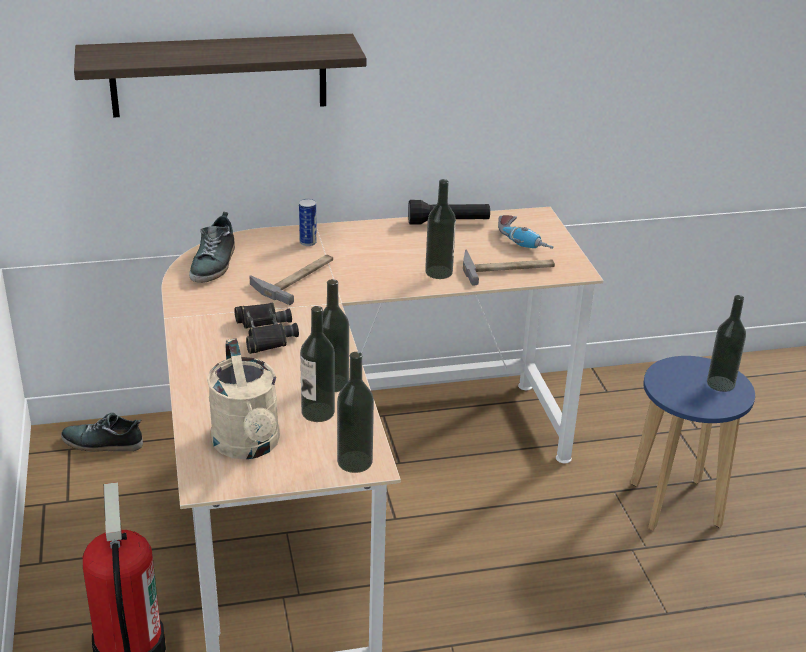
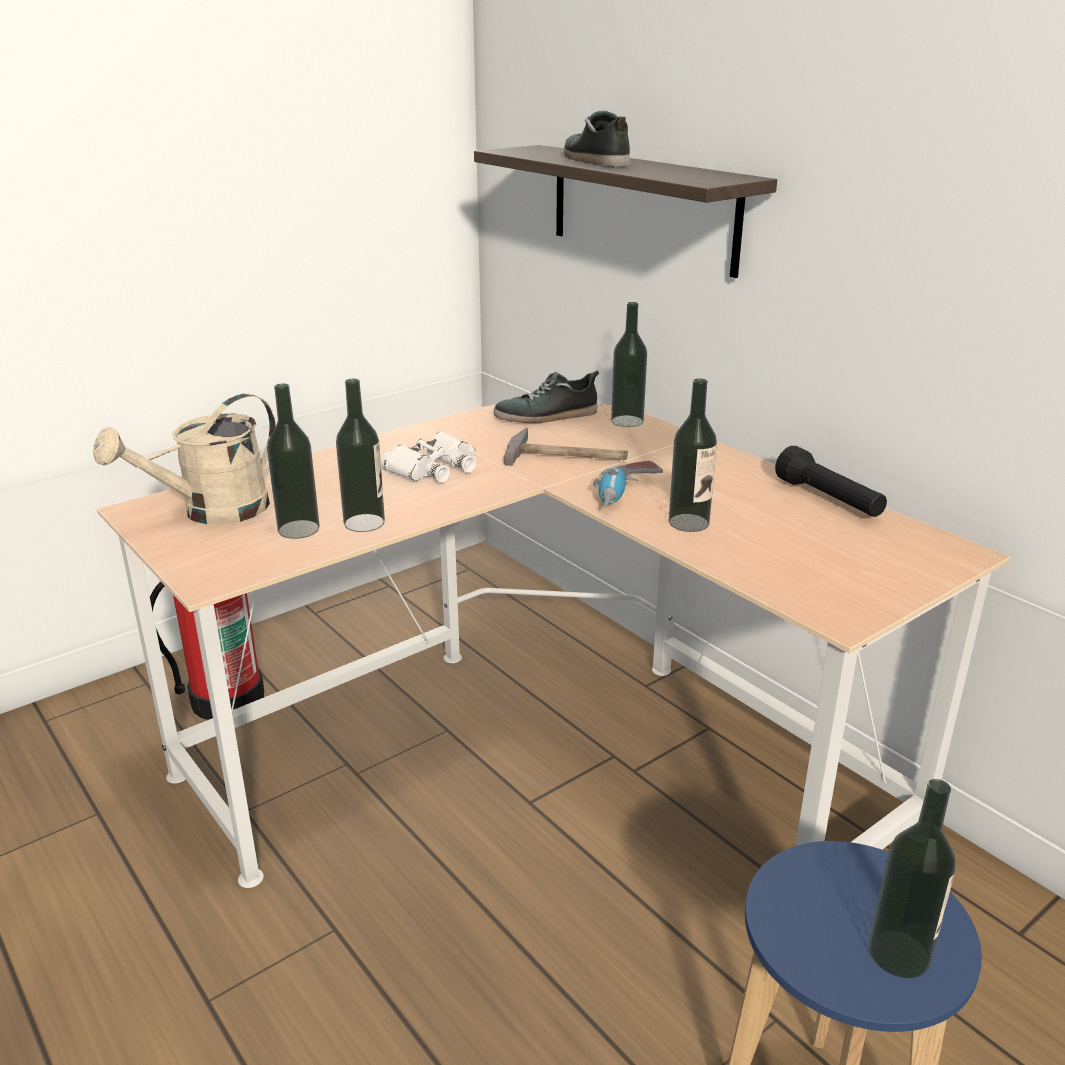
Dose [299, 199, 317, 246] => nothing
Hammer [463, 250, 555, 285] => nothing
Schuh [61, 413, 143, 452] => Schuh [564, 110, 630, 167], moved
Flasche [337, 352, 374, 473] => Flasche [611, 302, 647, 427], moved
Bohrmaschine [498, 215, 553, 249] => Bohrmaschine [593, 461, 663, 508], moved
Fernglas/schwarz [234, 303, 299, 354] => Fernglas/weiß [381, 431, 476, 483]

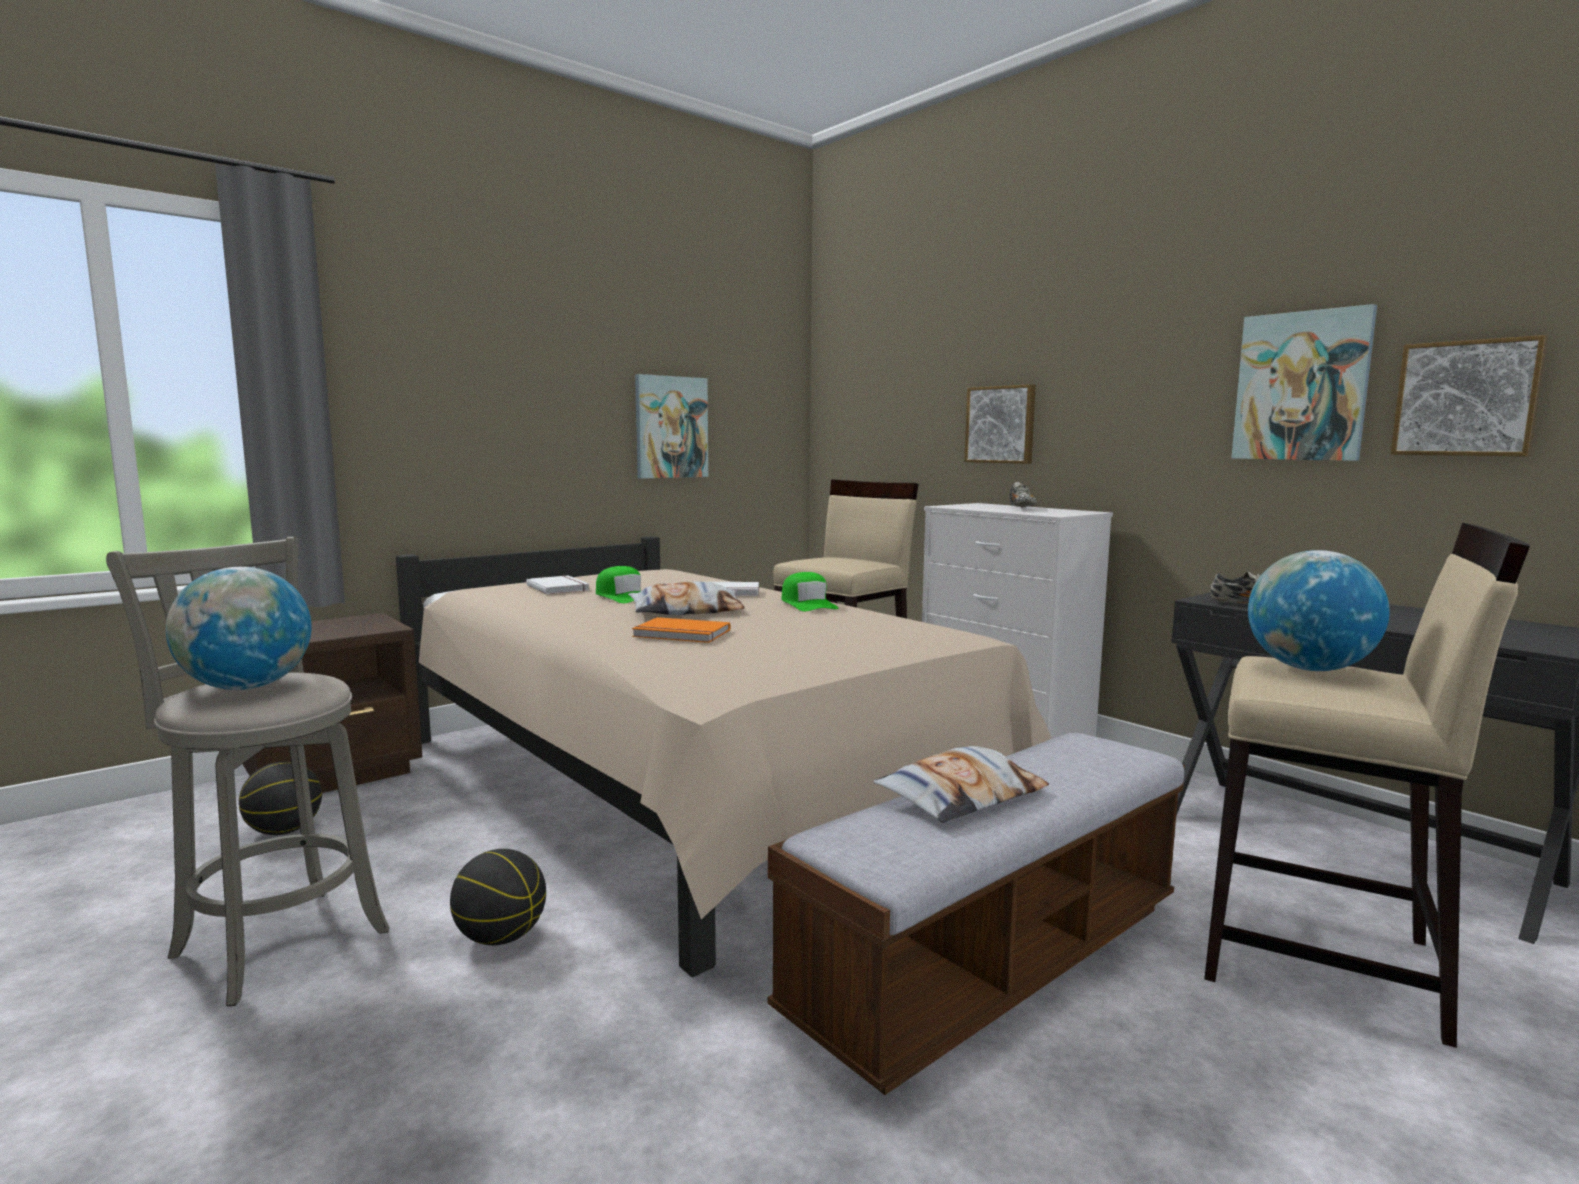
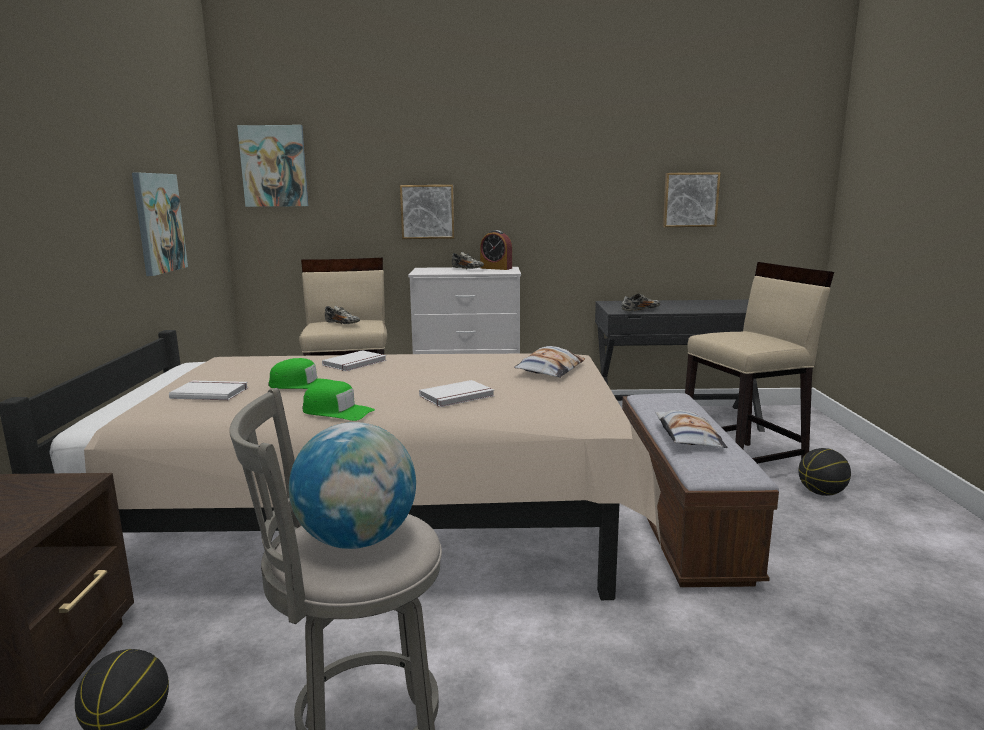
Globus [1248, 550, 1390, 671] => nothing
nothing => Schuh [325, 306, 360, 324]
nothing => Wecker [480, 230, 512, 270]
Basketball [450, 849, 546, 945] => Basketball [798, 448, 851, 496], moved
Kissen [628, 582, 745, 615] => Kissen [514, 346, 585, 378], moved
Kappe/grün [782, 572, 838, 611] => Kappe/grün [302, 381, 375, 421], moved
Bild [1231, 304, 1377, 461] => Bild [237, 125, 309, 207], moved
Buch/orange [632, 617, 730, 643] => Buch/weiß [419, 380, 495, 407]

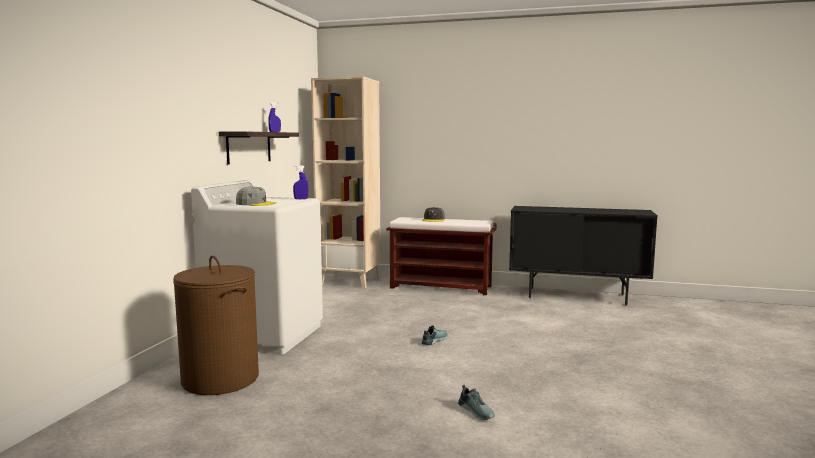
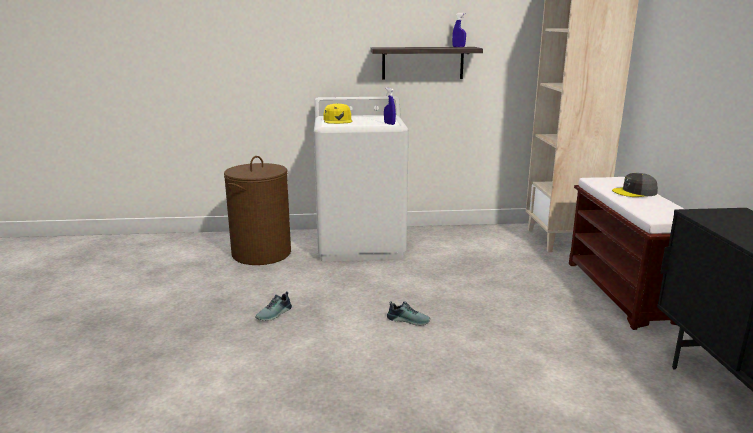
Schuh [458, 385, 495, 420] => Schuh [255, 291, 292, 321], moved
Kappe/grau [236, 186, 276, 206] => Kappe/gelb [323, 103, 353, 124]

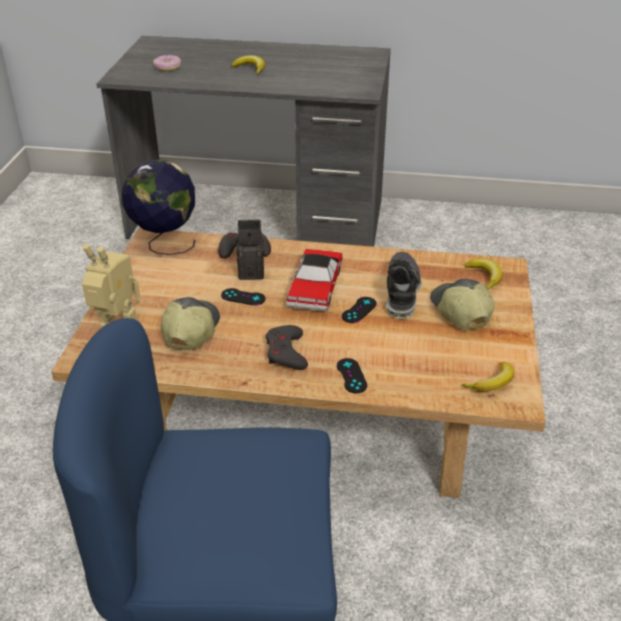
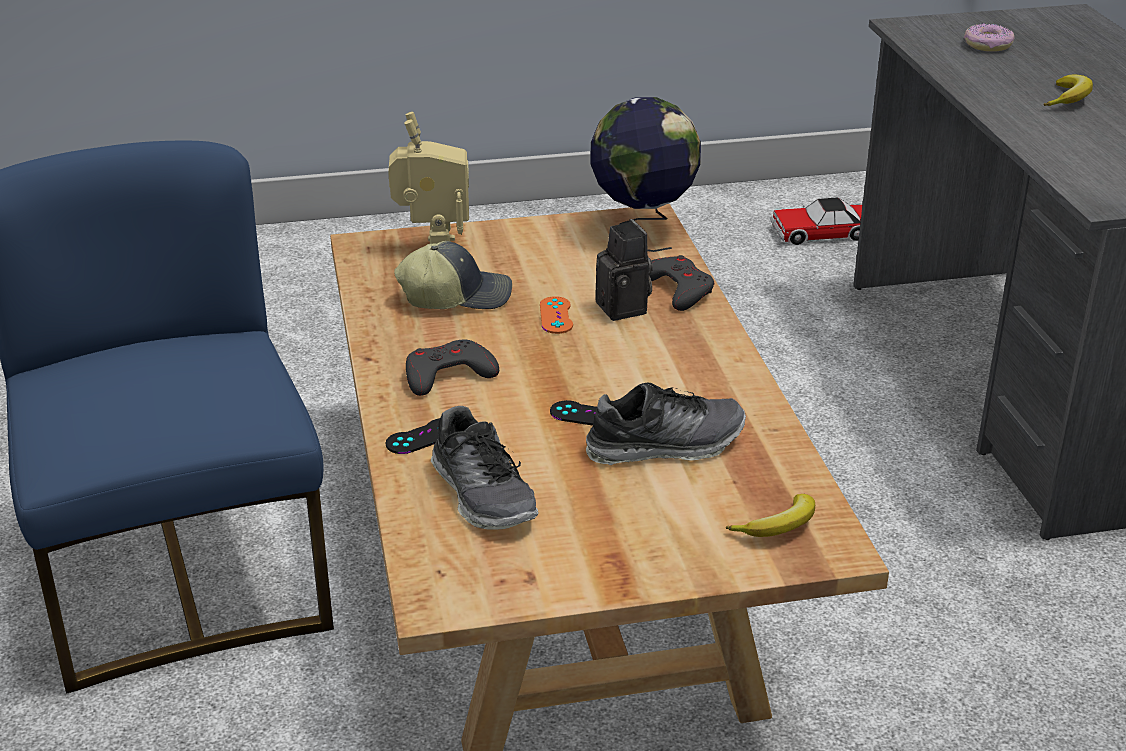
Kappe [430, 279, 494, 330] => nothing
Banane [462, 363, 514, 391] => nothing
nothing => Schuh [431, 406, 539, 530]
Spielzeugauto [286, 249, 343, 311] => Spielzeugauto [770, 197, 862, 245], moved
Gamepad/schwarz [221, 288, 265, 306] => Gamepad/orange [540, 296, 573, 334]

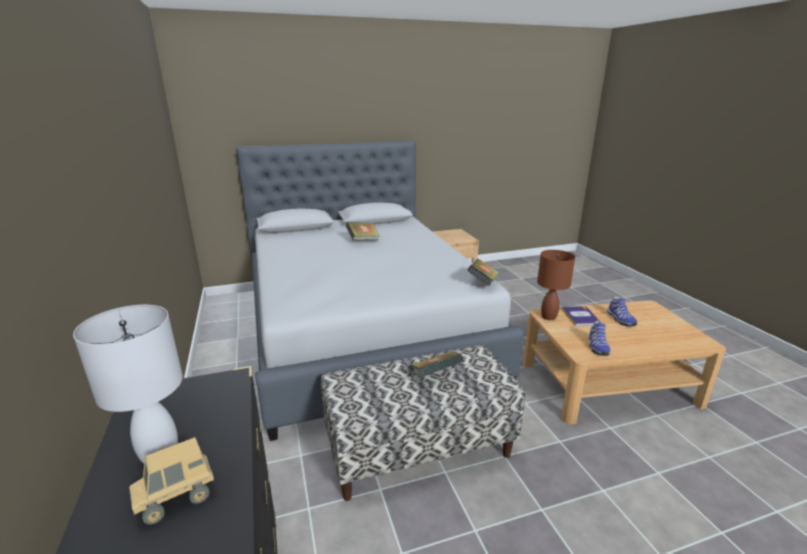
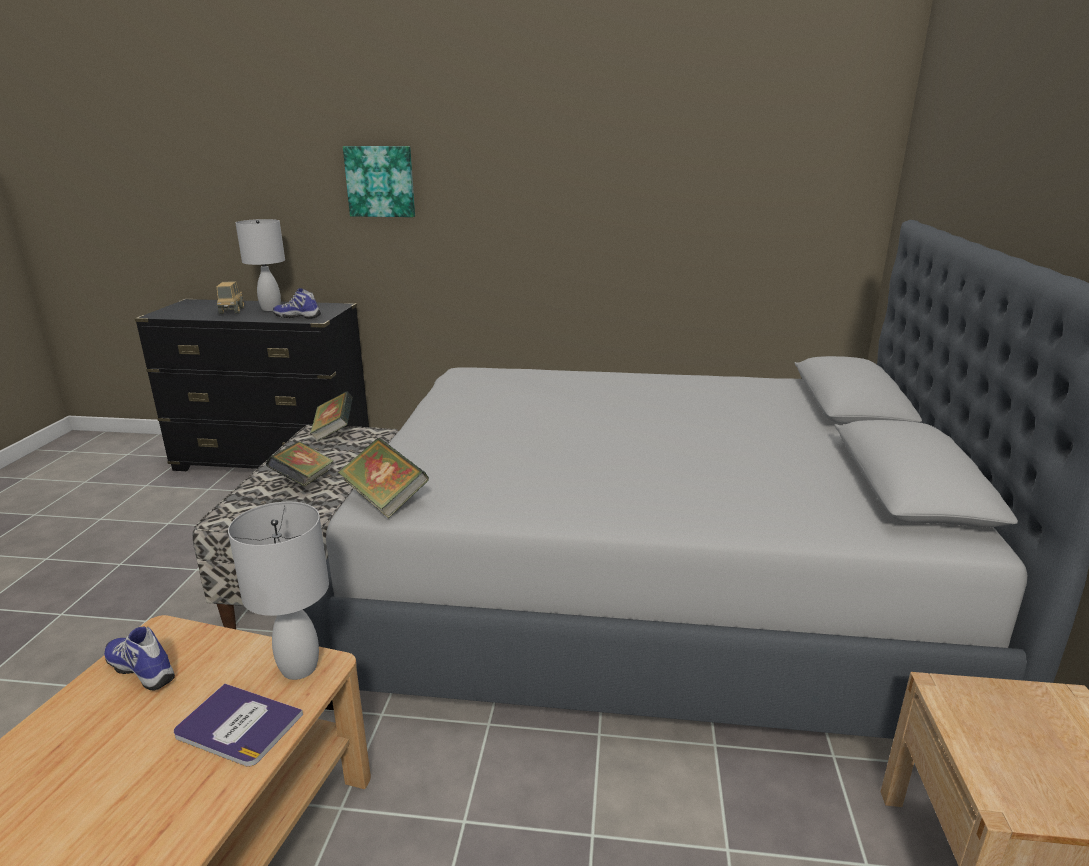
nothing => Bild [343, 146, 415, 217]
Buch [346, 222, 380, 240] => Buch [310, 392, 353, 442], moved
Schuh [607, 296, 637, 326] => Schuh [273, 288, 321, 319], moved
Tischlampe/braun [537, 250, 575, 320] => Tischlampe/weiß [228, 502, 329, 680]

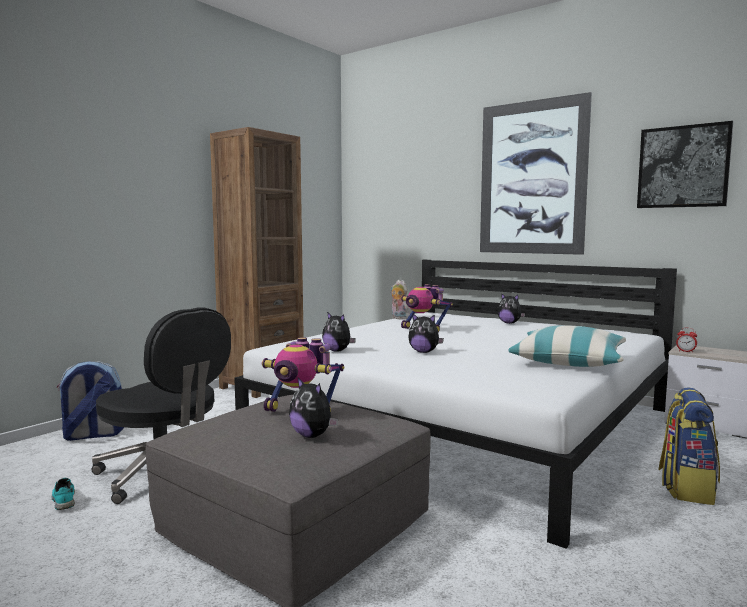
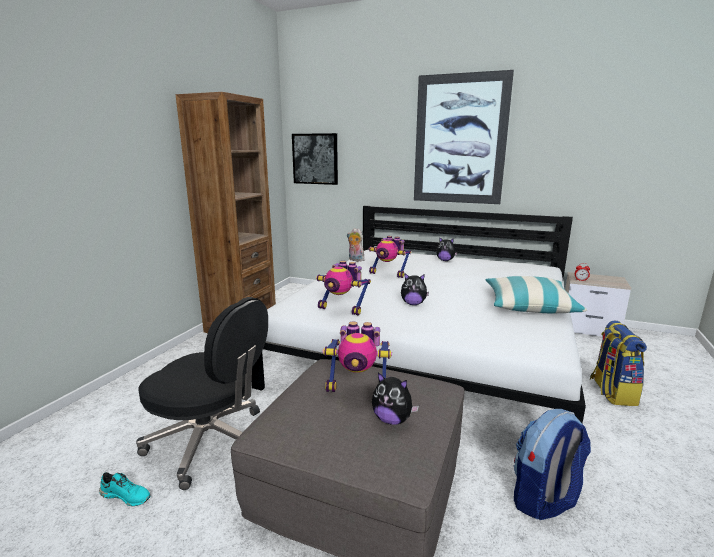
Rucksack [57, 361, 124, 441] => Rucksack [514, 409, 591, 520], moved
Bild [637, 121, 733, 208] => Bild [292, 133, 338, 185], moved
Plüschtier [322, 312, 356, 351] => Spielzeugroboter [316, 261, 371, 316]
Schuh/türkis [51, 478, 75, 510] => Schuh/türkis [99, 472, 151, 506], 150 degrees clockwise

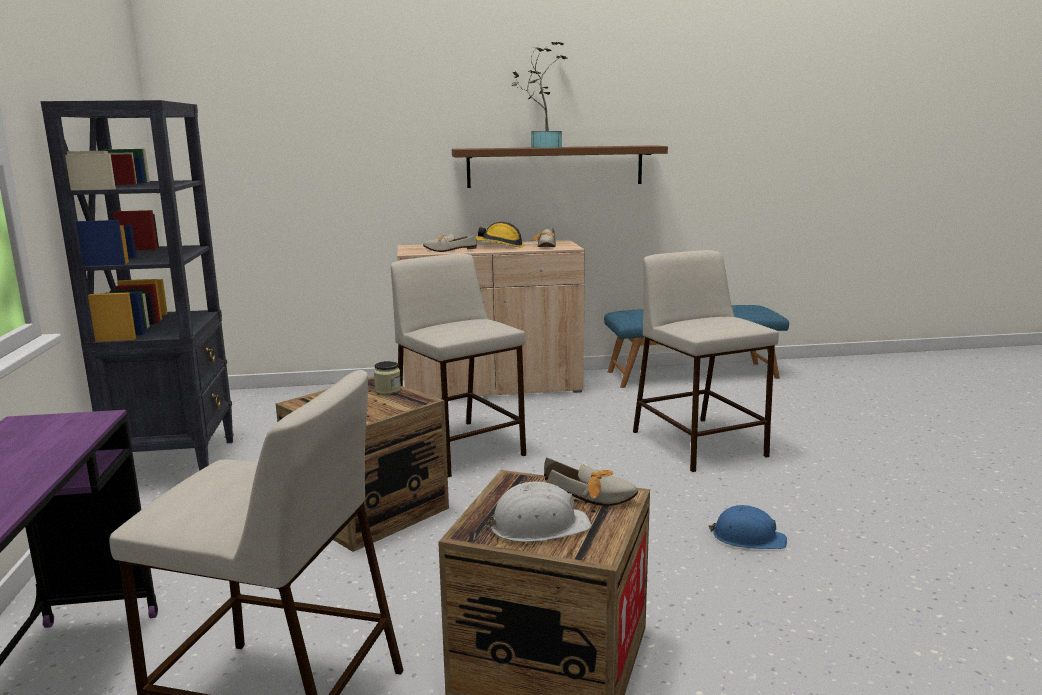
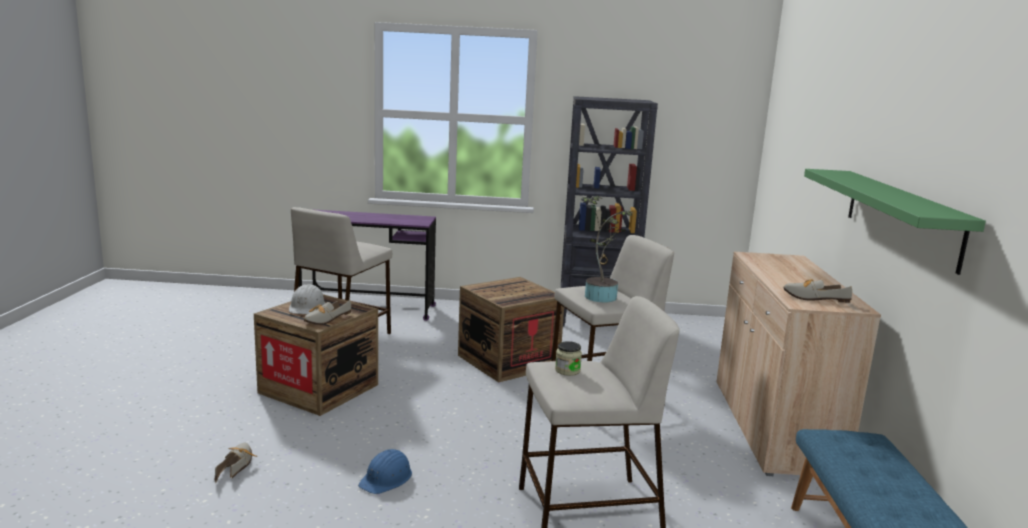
Schutzhelm [476, 222, 524, 247] => nothing
Vorratsglas [374, 361, 401, 394] => Vorratsglas [555, 341, 582, 376], moved
Schuh [423, 233, 477, 252] => Schuh [215, 443, 257, 484], moved
Topfpflanze [511, 42, 567, 148] => Topfpflanze [581, 196, 633, 302], moved
Wandregal/braun [452, 145, 668, 188] => Wandregal/grün [804, 169, 986, 275]

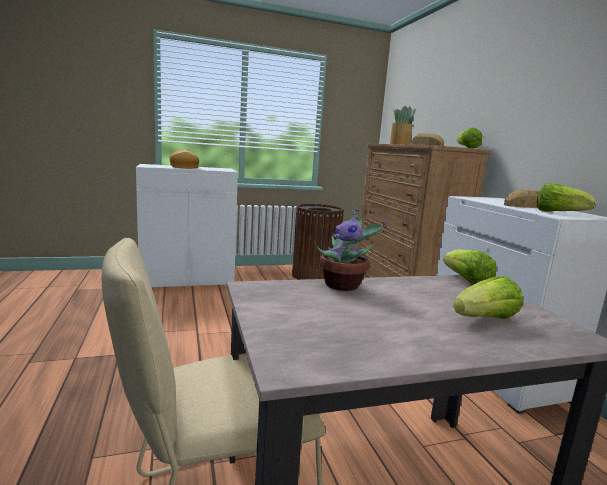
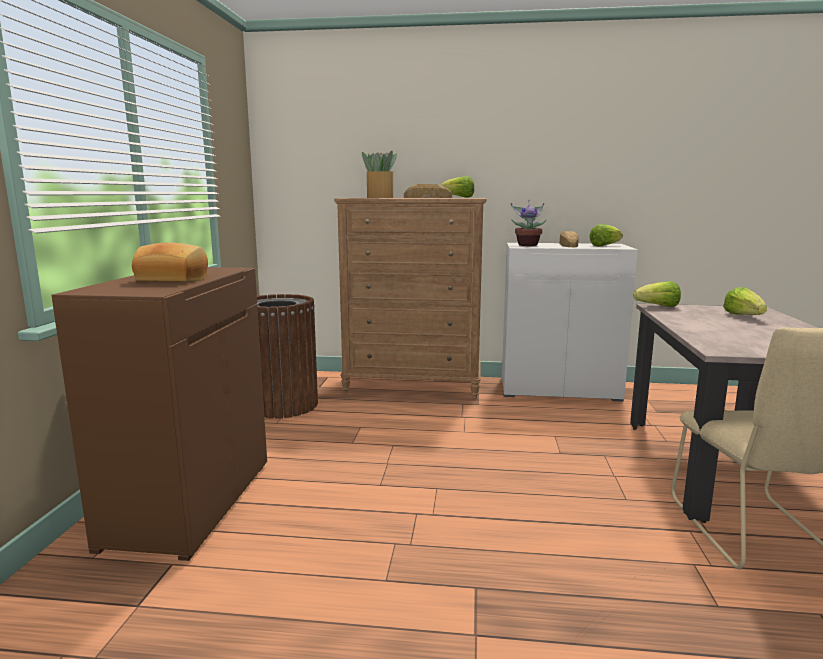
Topfpflanze [316, 209, 386, 291] => Topfpflanze [511, 203, 546, 246], moved
Schrank/weiß [136, 164, 238, 287] => Schrank/braun [51, 267, 267, 561]

